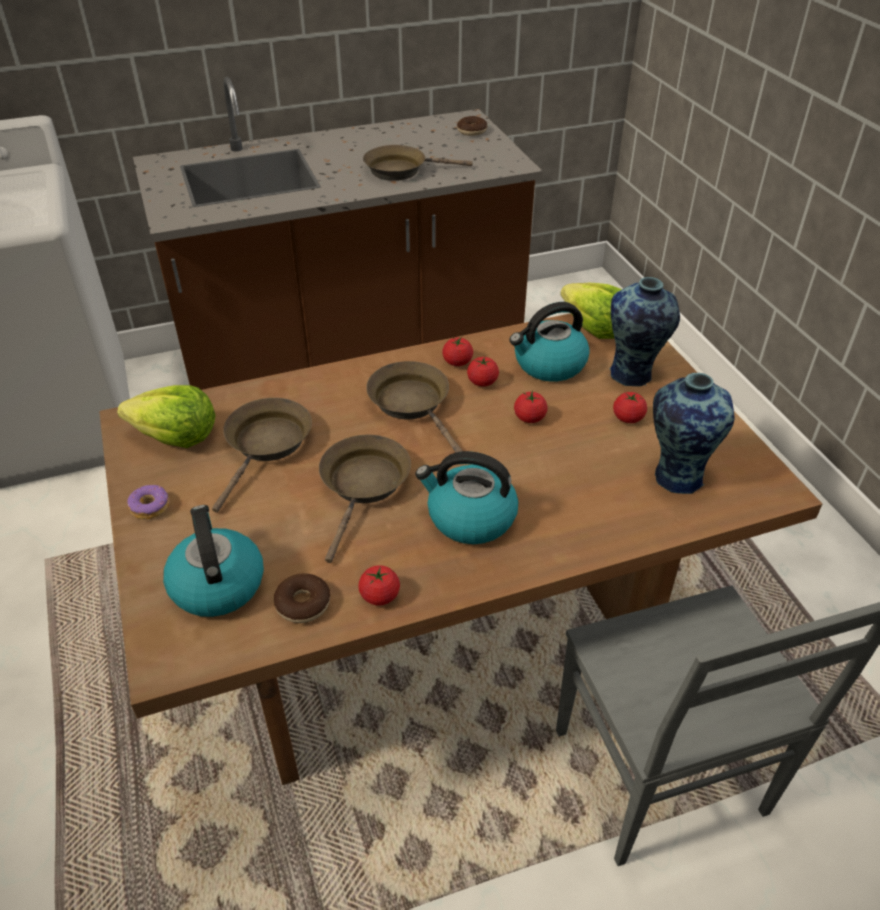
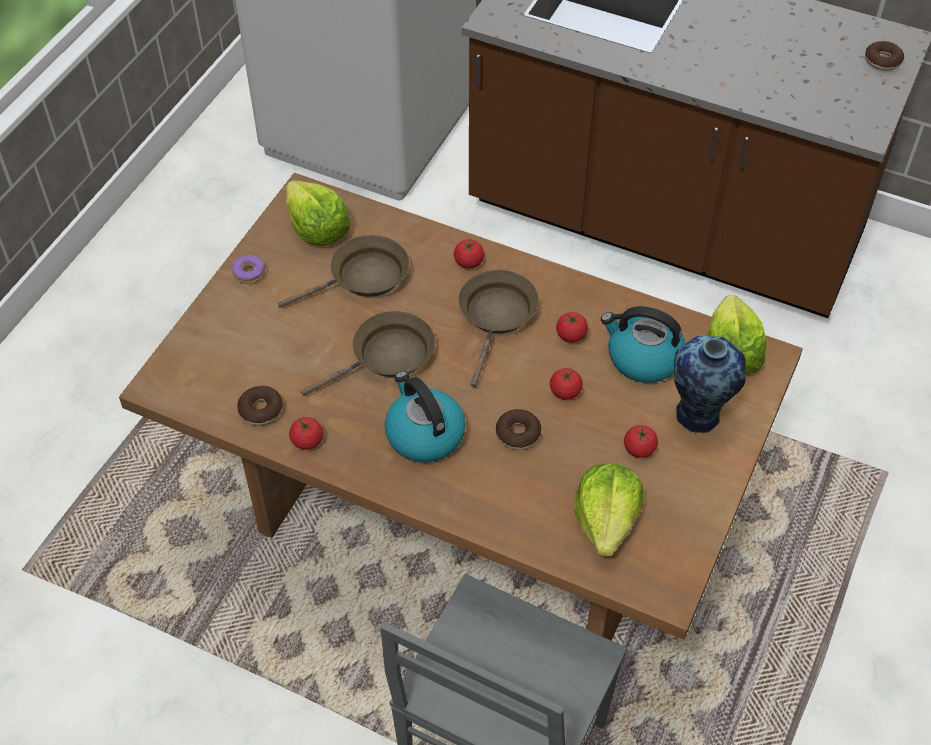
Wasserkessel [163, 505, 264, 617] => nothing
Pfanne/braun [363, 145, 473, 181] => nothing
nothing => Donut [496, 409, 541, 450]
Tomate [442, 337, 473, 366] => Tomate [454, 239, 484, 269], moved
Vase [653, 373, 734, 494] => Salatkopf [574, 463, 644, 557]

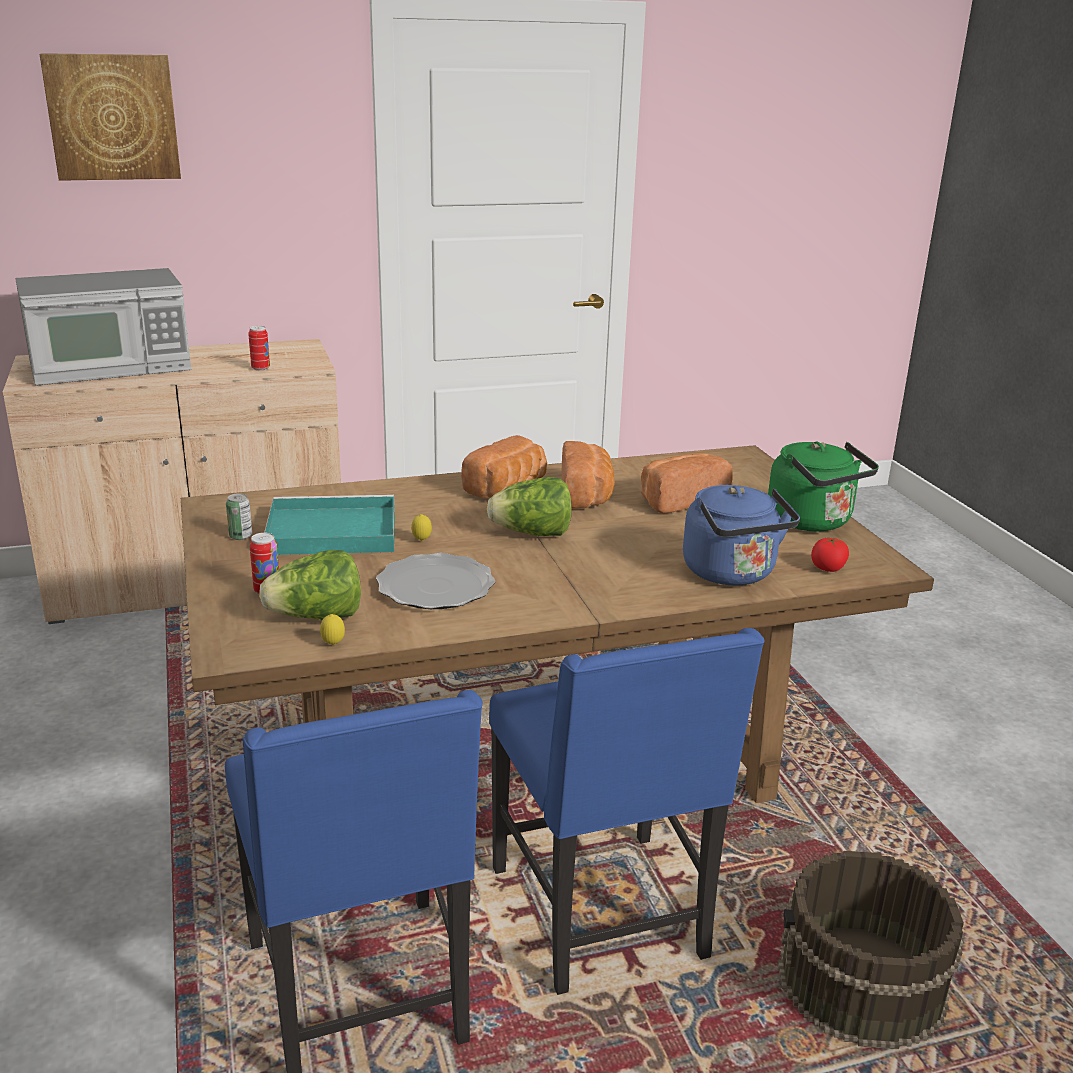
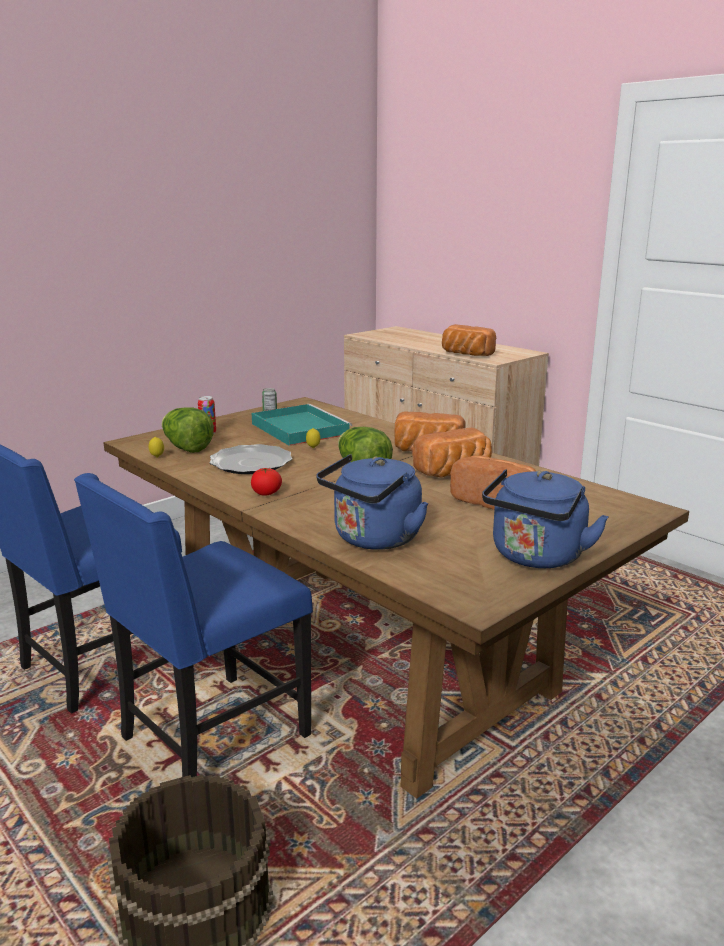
Mikrowelle [15, 268, 191, 386] => nothing
Bild [40, 53, 181, 181] => nothing
Tomate [811, 537, 849, 572] => Tomate [251, 468, 282, 496], moved
Dose [248, 326, 270, 371] => Brot [442, 324, 496, 356]
Wasserkessel/grün [768, 442, 879, 532] => Wasserkessel/blau [482, 469, 609, 568]

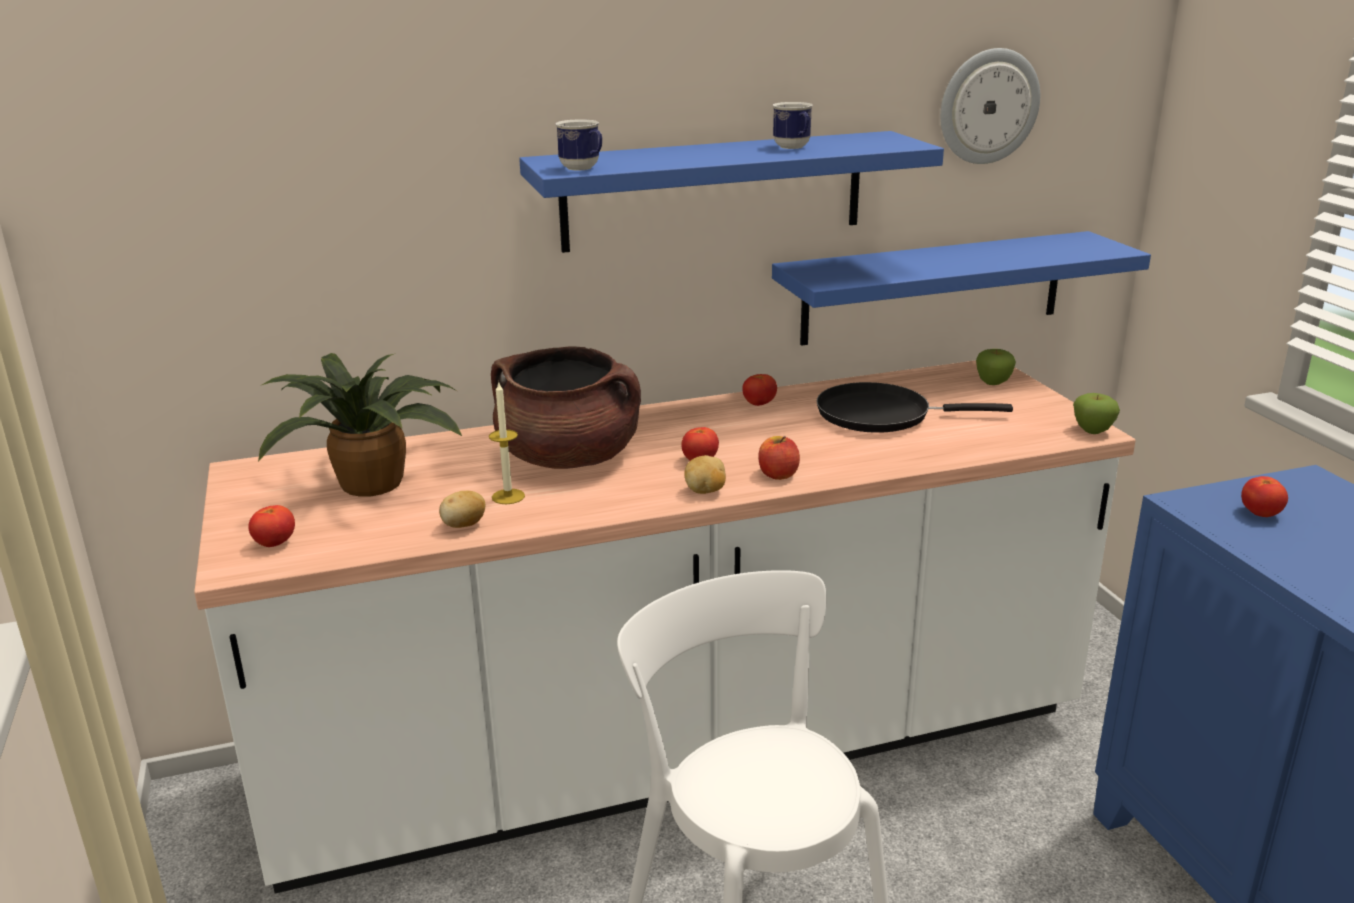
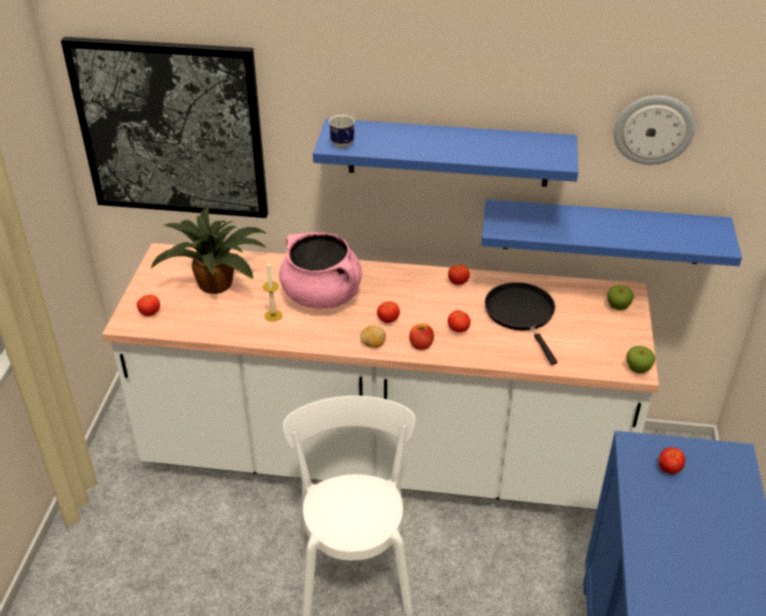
Kartoffel [439, 491, 485, 528] => nothing
Henkelbecher [773, 102, 813, 149] => nothing
nothing => Bild [61, 37, 268, 218]
nothing => Tomate [448, 310, 471, 332]
Kochtopf/braun [491, 346, 641, 469] => Kochtopf/rosa [279, 232, 362, 309]
Pfanne/schwarz [816, 382, 1013, 433] => Pfanne/schwarz [485, 282, 557, 365], 45 degrees clockwise

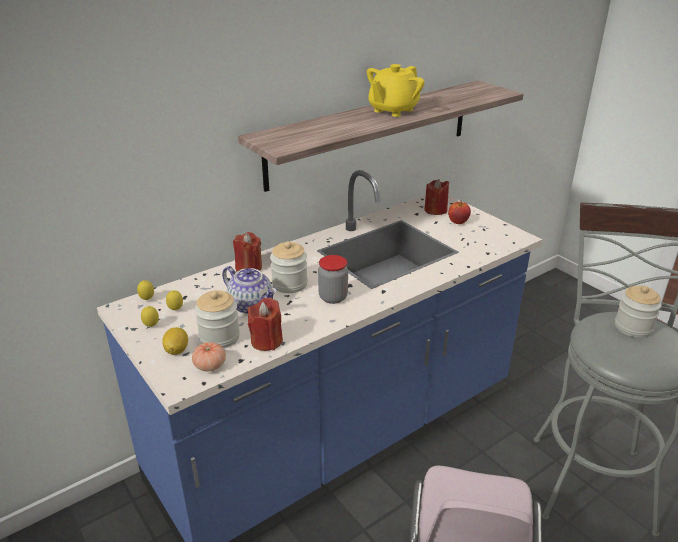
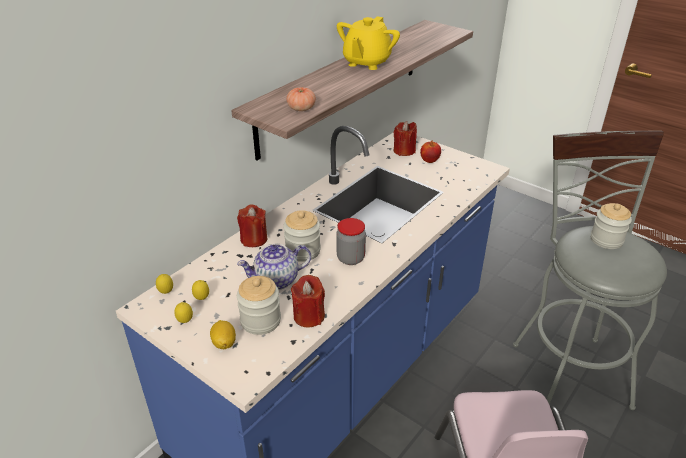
Tomate [192, 342, 226, 371] => Tomate [286, 87, 316, 111], moved
Teekanne [222, 266, 277, 314] => Teekanne [237, 244, 311, 290], 135 degrees clockwise

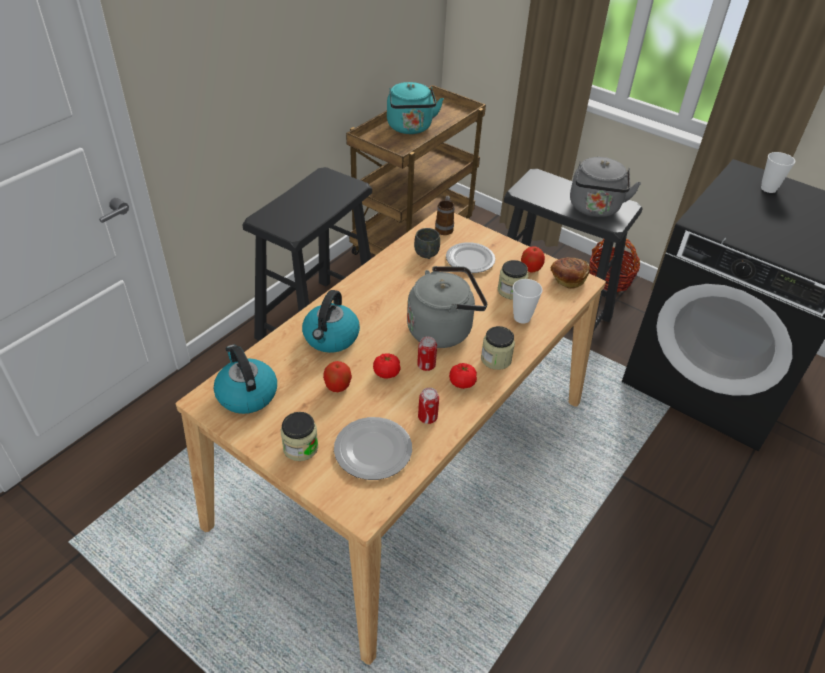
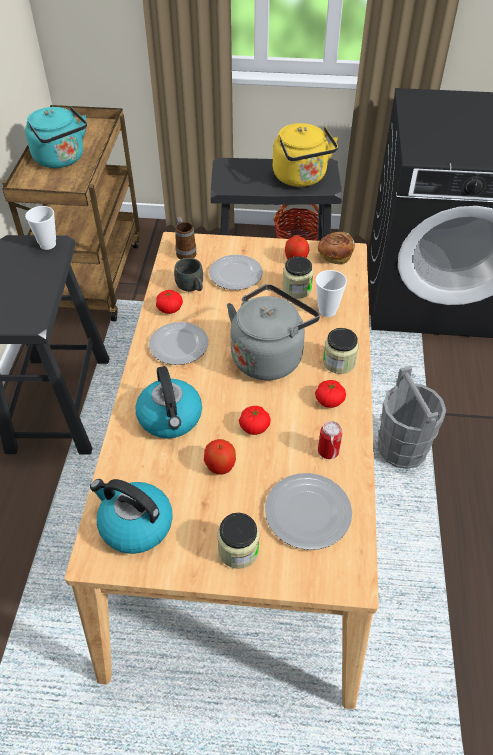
Dose [417, 336, 437, 371] => nothing
nothing => Teller [149, 322, 208, 365]
nothing => Tomate [156, 290, 183, 314]
nothing => Eimer/grau [378, 366, 446, 469]
Tasse [761, 152, 795, 193] => Tasse [25, 206, 56, 250], moved
Wasserkessel/grau [570, 157, 641, 217] => Wasserkessel/gelb [273, 123, 338, 187]

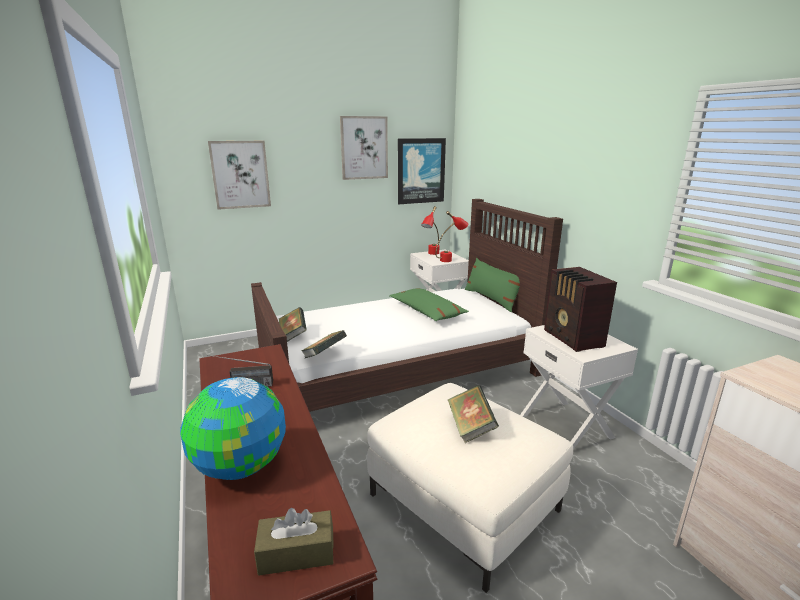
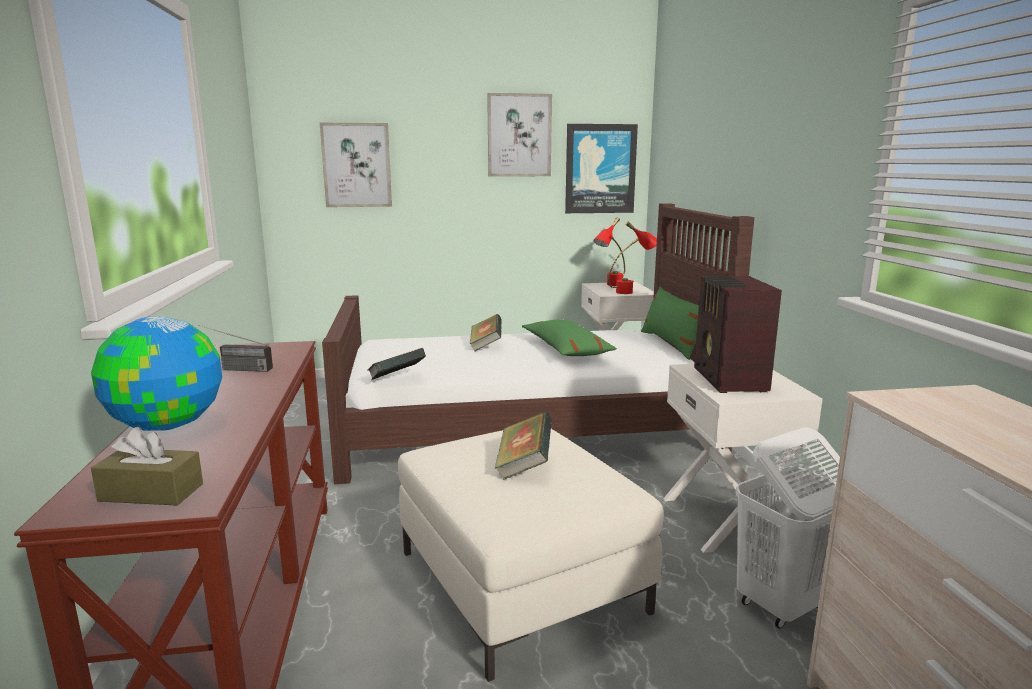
nothing => Wäschekorb/weiß [736, 427, 840, 629]
Buch [279, 307, 307, 342] => Buch [470, 314, 502, 351], moved

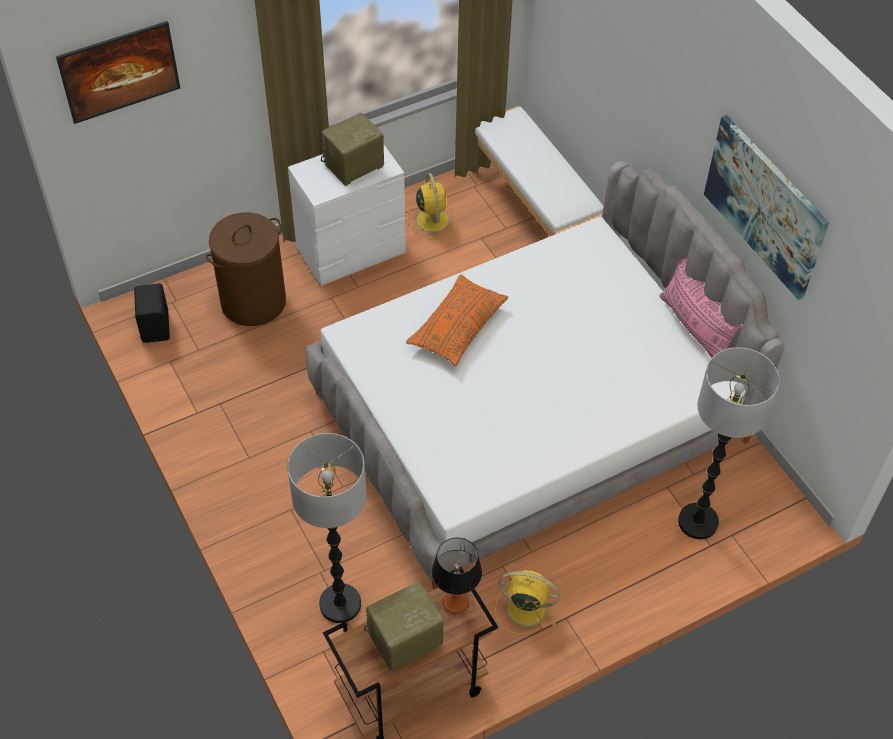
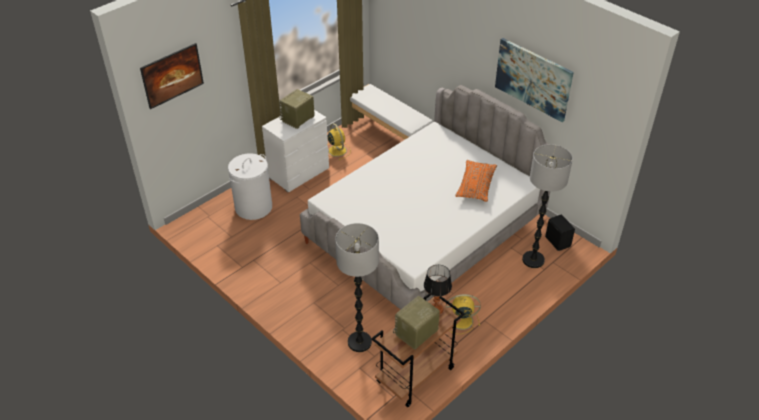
Kissen/rosa [659, 258, 743, 358] => nothing
Lautsprecher/schwarz [134, 283, 170, 343] => Lautsprecher/schwarz [545, 215, 575, 251], moved
Kissen/orange [406, 274, 508, 366] => Kissen/orange [455, 160, 497, 202], moved
Wäschekorb/braun [206, 212, 286, 326] => Wäschekorb/weiß [228, 153, 272, 220]

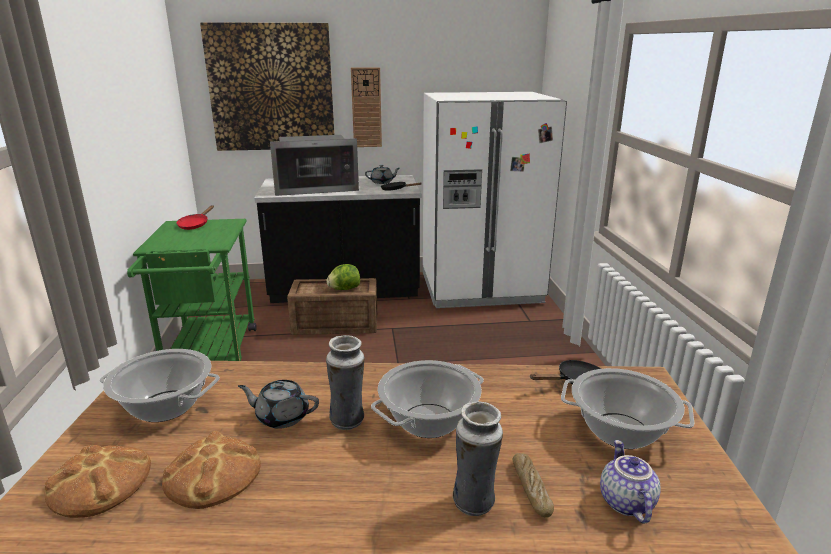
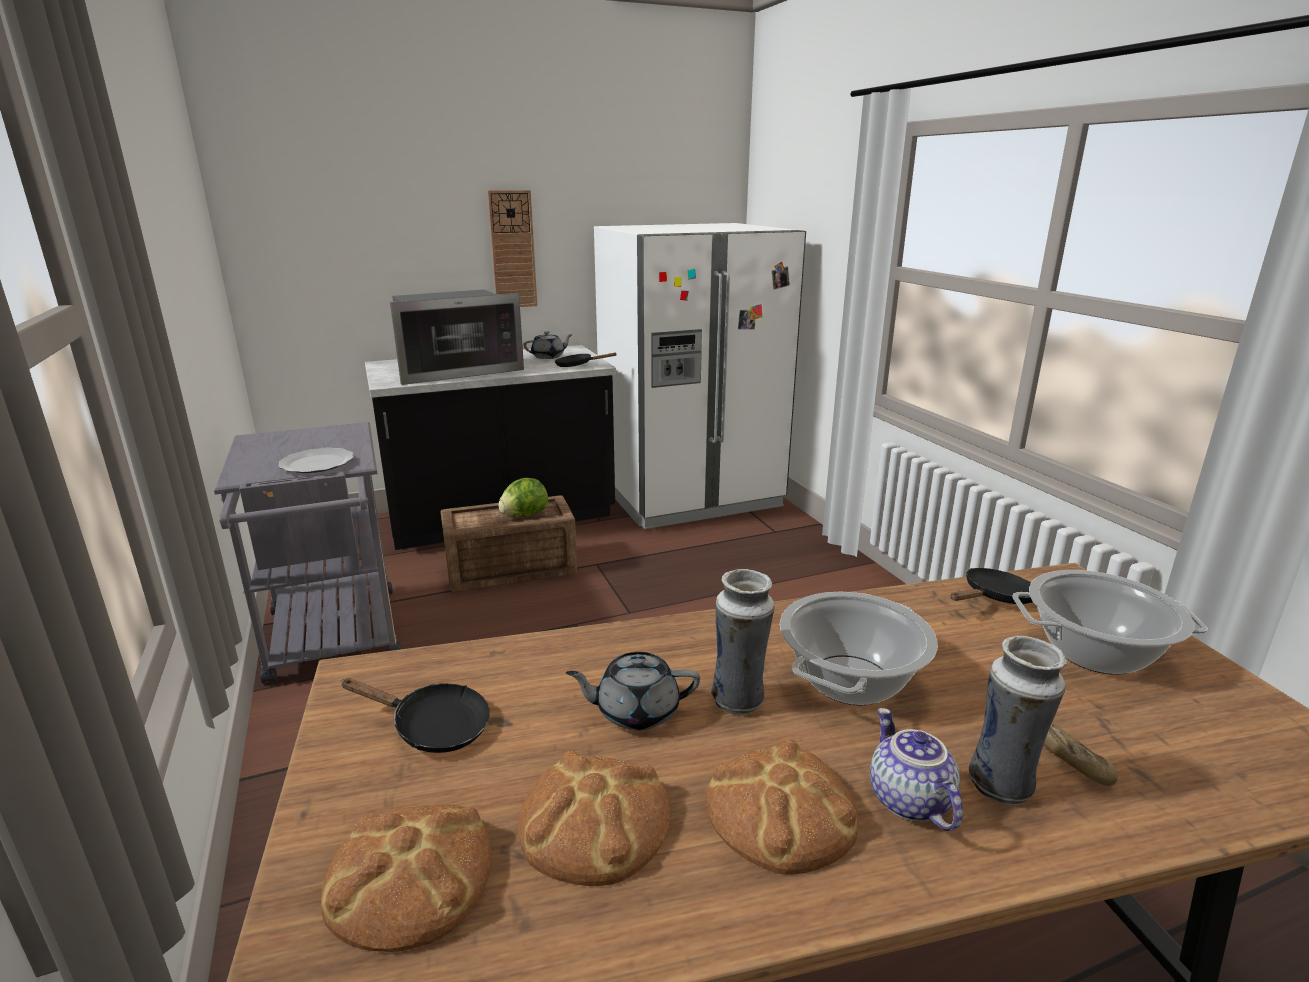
Pfanne/rot [176, 205, 214, 230] => nothing
Bild [200, 22, 334, 151] => nothing
nothing => Teller [278, 448, 354, 473]
nothing => Brot [705, 739, 859, 875]
Teekanne [600, 440, 661, 524] => Teekanne [870, 708, 963, 831], moved
Kochtopf [100, 349, 220, 422] => Pfanne/schwarz [340, 678, 490, 753]
Rollwagen/grün [127, 219, 257, 361] => Rollwagen/grau [214, 422, 401, 684]

